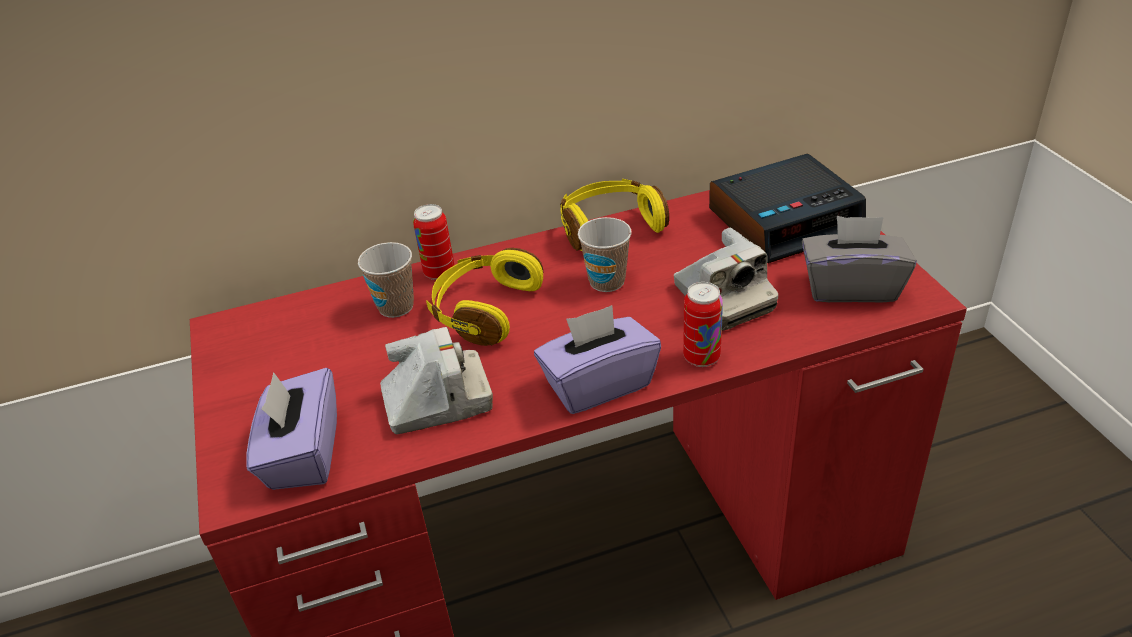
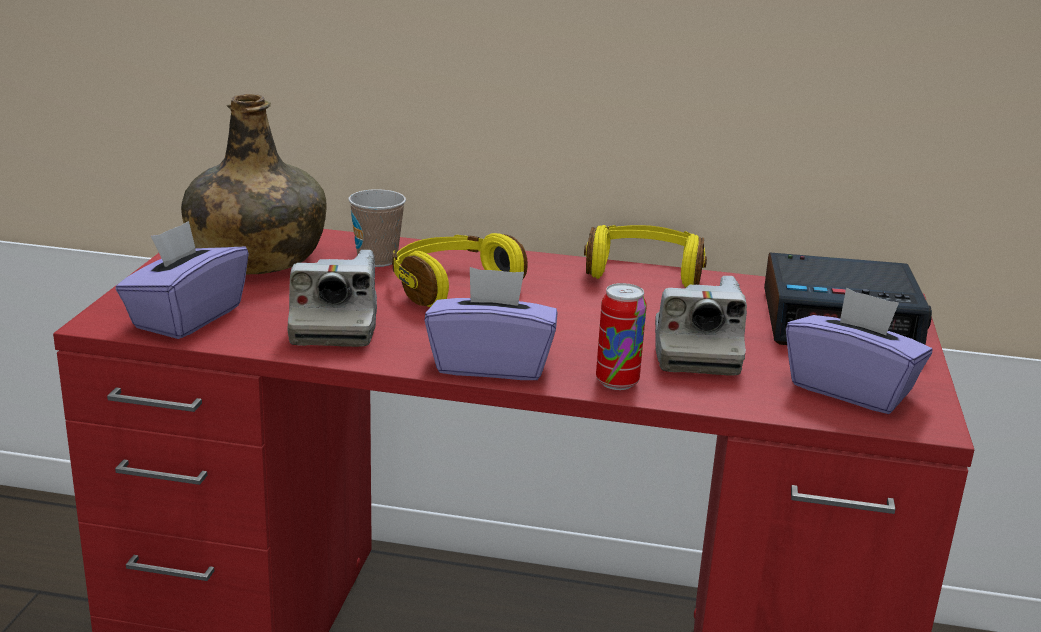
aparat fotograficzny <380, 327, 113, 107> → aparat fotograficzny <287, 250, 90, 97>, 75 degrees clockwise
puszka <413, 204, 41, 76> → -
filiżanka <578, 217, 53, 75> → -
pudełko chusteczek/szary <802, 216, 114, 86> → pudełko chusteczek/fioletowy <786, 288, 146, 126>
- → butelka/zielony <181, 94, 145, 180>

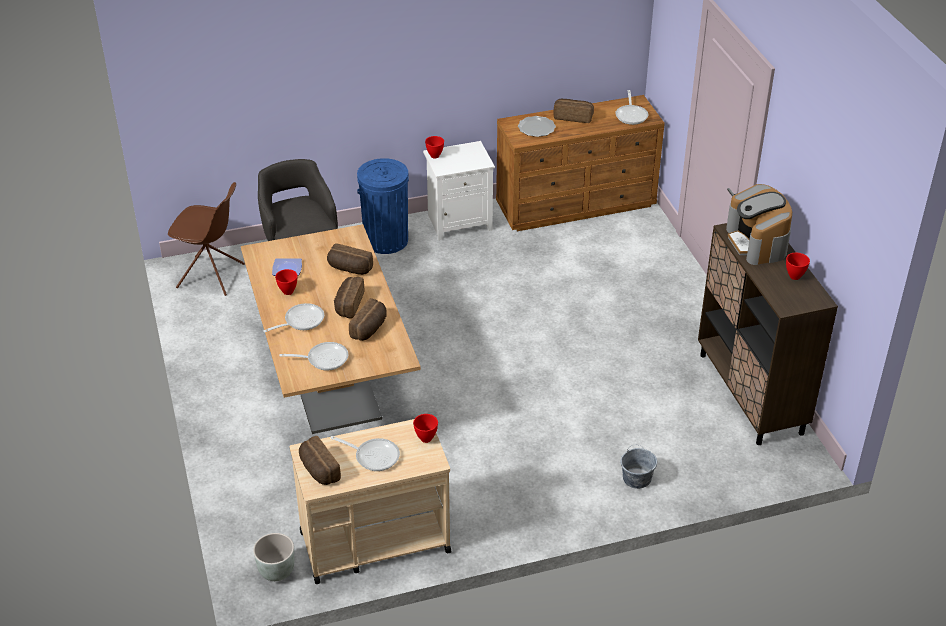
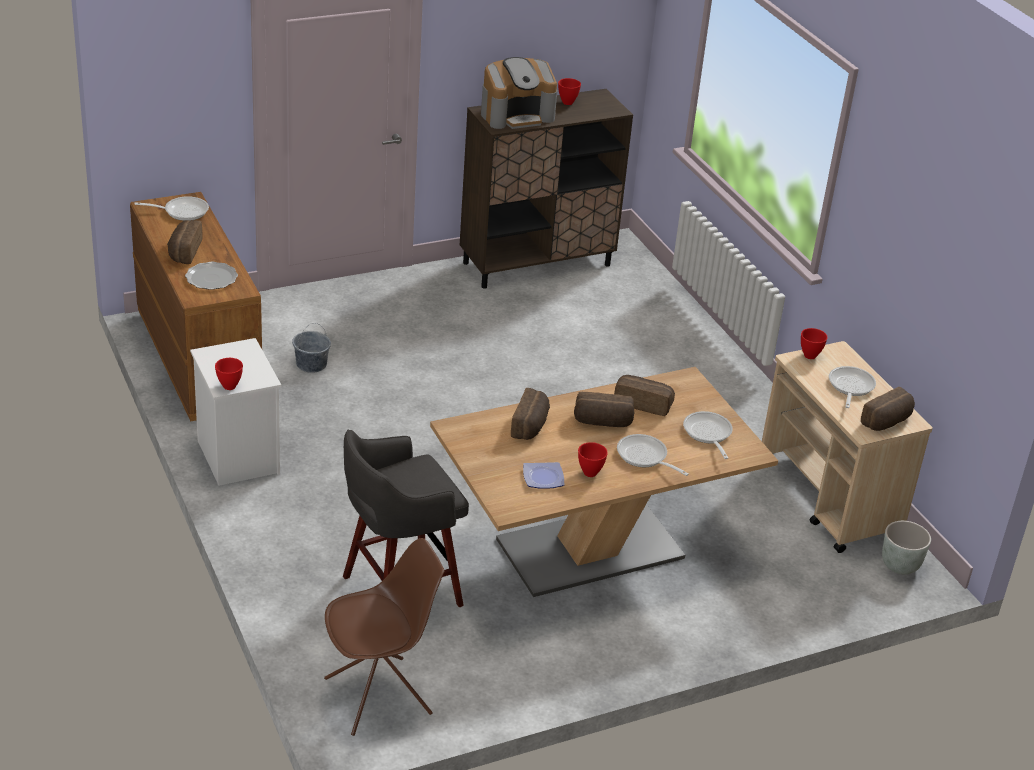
krzesło/brązowy <168, 182, 77, 114> → krzesło/brązowy <324, 538, 120, 198>, 60 degrees clockwise
kosz na śmieci/niebieski <357, 158, 52, 96> → -
wiadro/szary <621, 444, 36, 45> → wiadro/szary <292, 323, 39, 50>, shifted

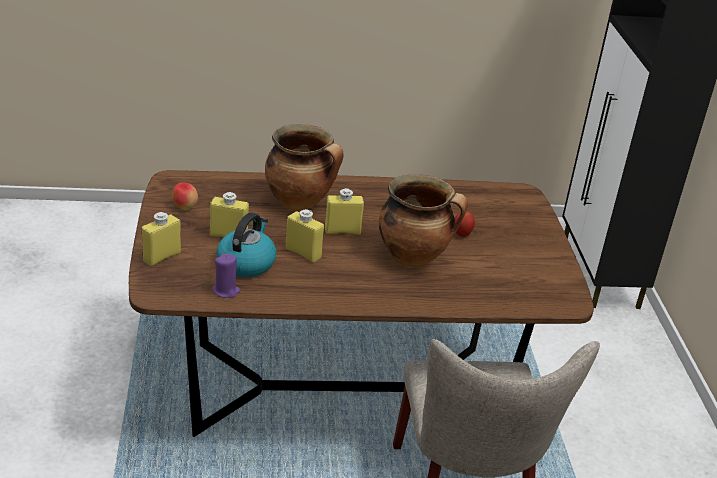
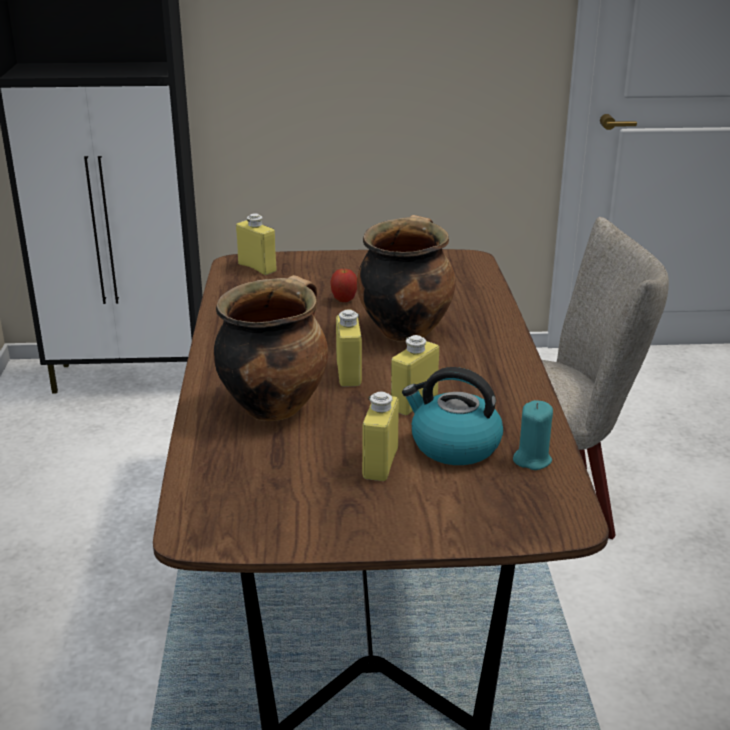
butelka/żółty <142, 212, 39, 54> → butelka/żółty <236, 213, 40, 62>, shifted
jabłko <172, 183, 26, 27> → -
świeca/fioletowy <212, 254, 29, 44> → świeca/turkusowy <513, 400, 40, 70>

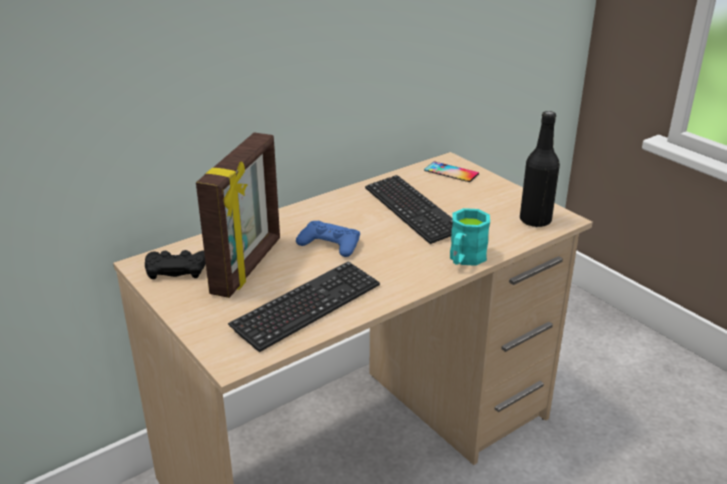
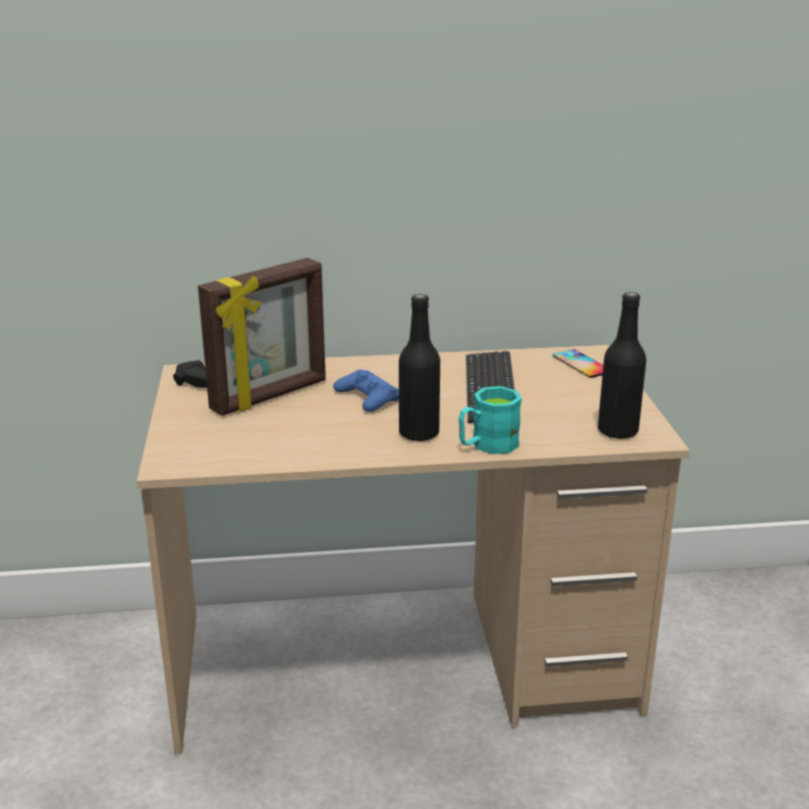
klawiatura <228, 261, 152, 91> → -
- → butelka/czarny <399, 294, 41, 148>

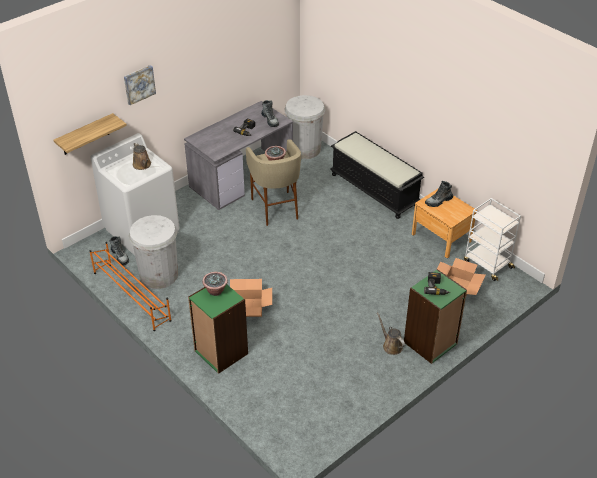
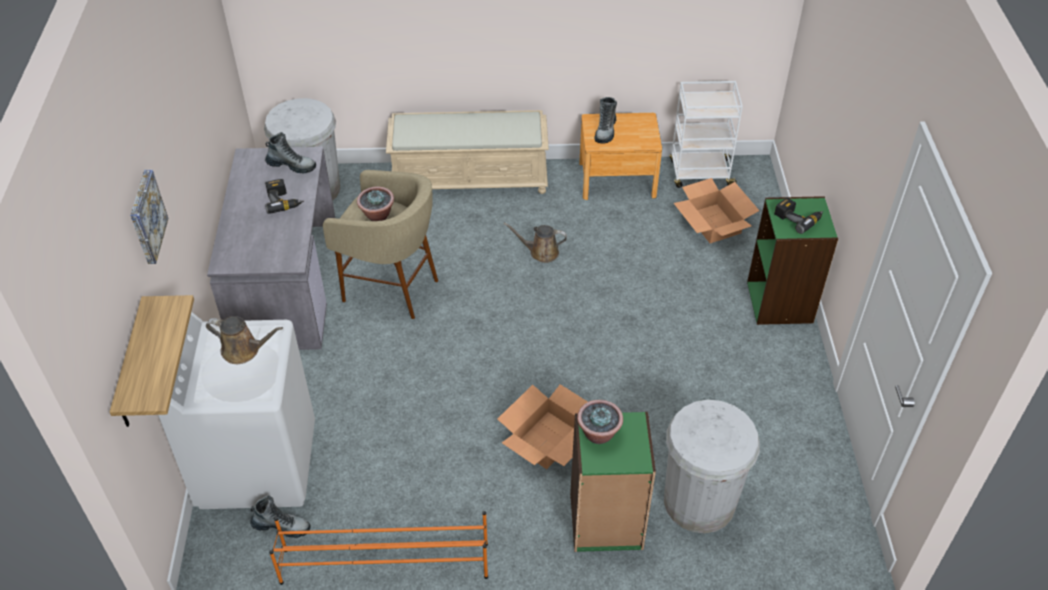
kosz na śmieci/biały <129, 215, 49, 74> → kosz na śmieci/biały <664, 400, 96, 133>, shifted
ławka/czarny <330, 131, 94, 88> → ławka/beżowy <386, 110, 163, 84>
konewka/brązowy <377, 312, 28, 43> → konewka/brązowy <504, 223, 63, 40>, shifted

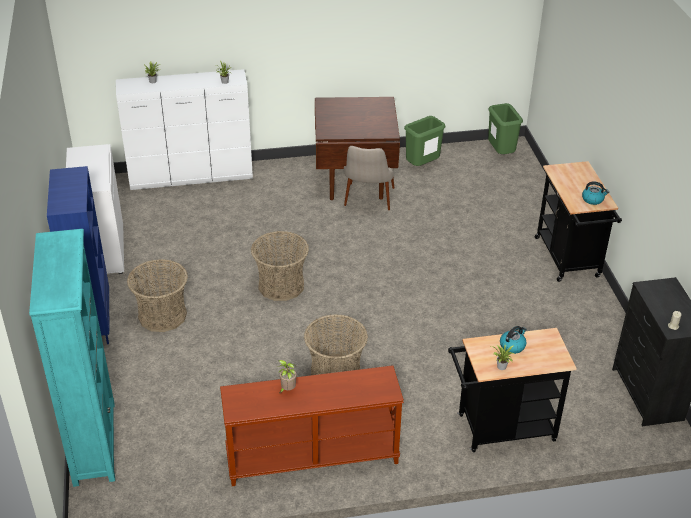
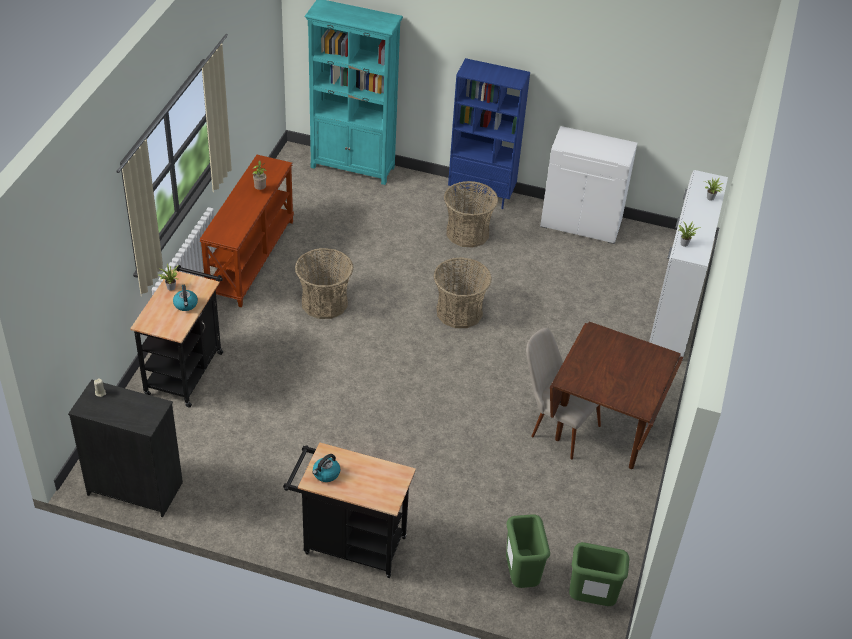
kosz na śmieci/zielony <404, 116, 42, 50> → kosz na śmieci/zielony <506, 514, 44, 74>, shifted

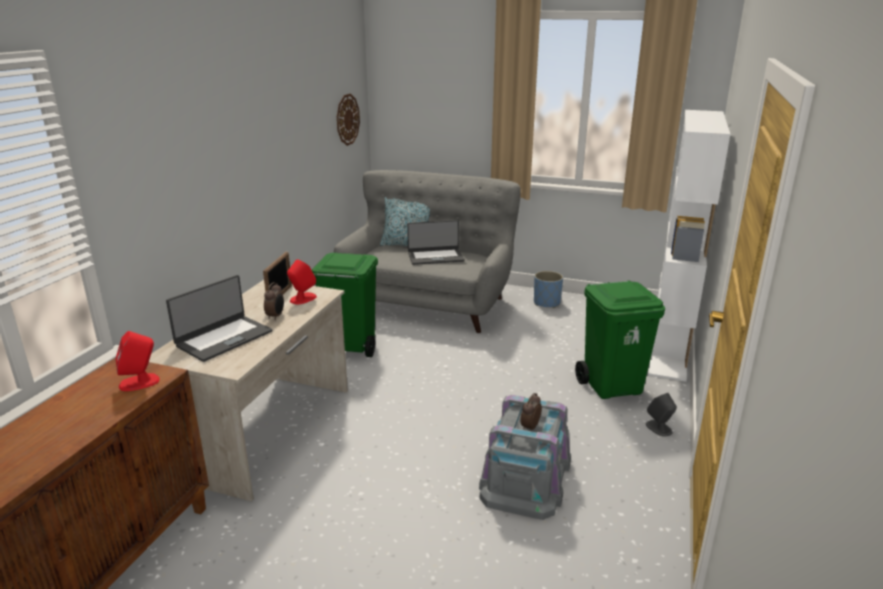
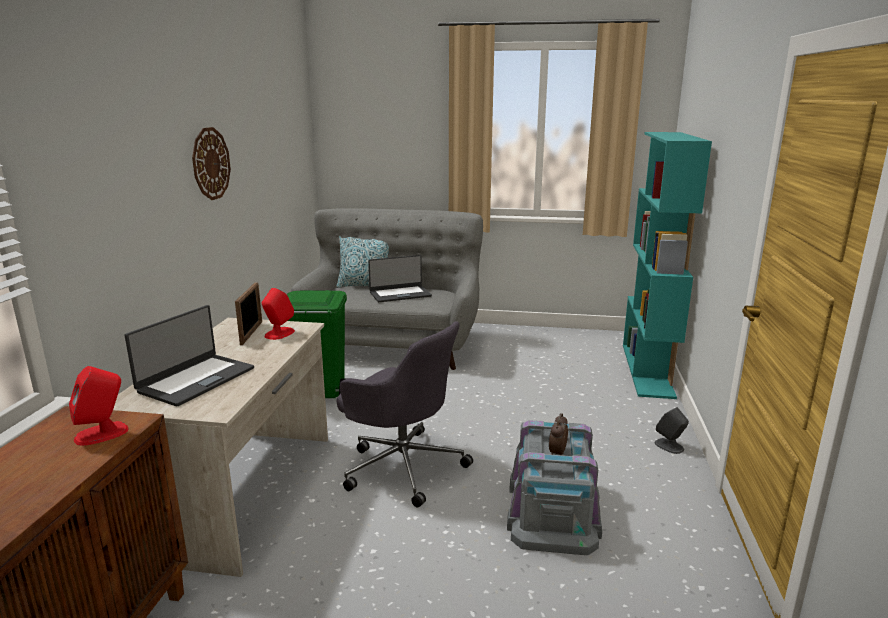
budzik <264, 282, 20, 38> → -
zegar ścienny <337, 94, 23, 52> → zegar ścienny <192, 127, 39, 73>, shifted
donica/niebieski <534, 271, 29, 37> → -
kosz na śmieci/zielony <575, 281, 90, 118> → -
regał/biały <648, 110, 82, 272> → regał/turkusowy <623, 132, 89, 267>
- → krzesło biurowe/szary <337, 321, 136, 187>

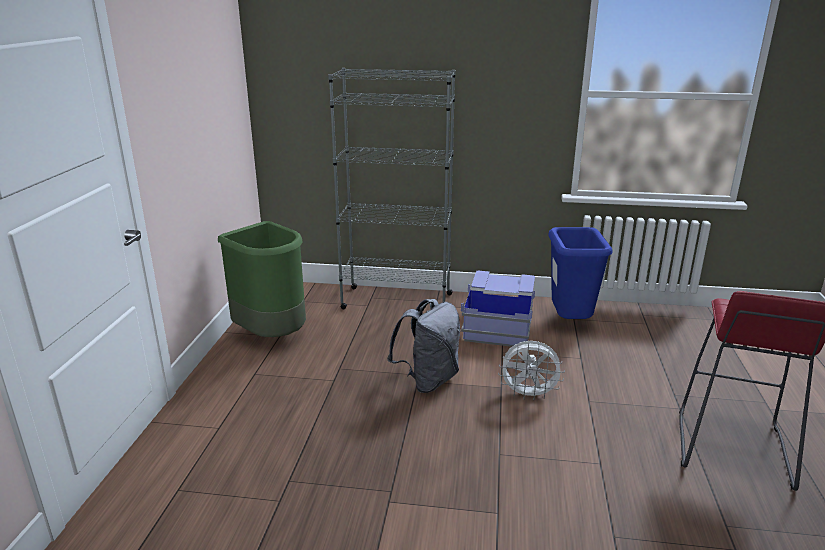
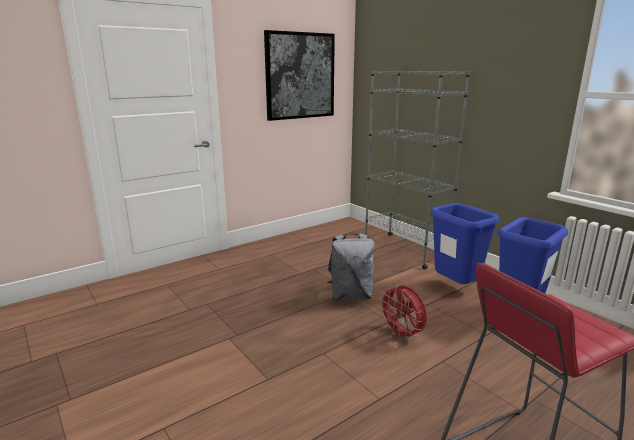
kosz na śmieci/zielony <218, 221, 88, 116> → -
pojemnik do przechowywania/niebieski <461, 270, 74, 77> → kosz na śmieci/niebieski <431, 203, 68, 81>
wentylator/biały <498, 341, 67, 59> → wentylator/czerwony <379, 285, 48, 56>
- → obraz <264, 30, 71, 91>

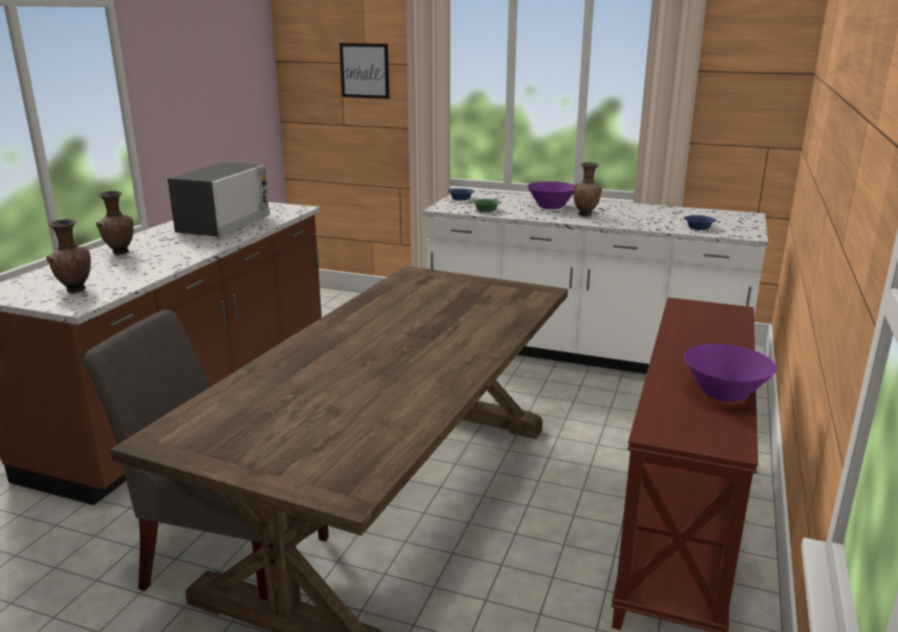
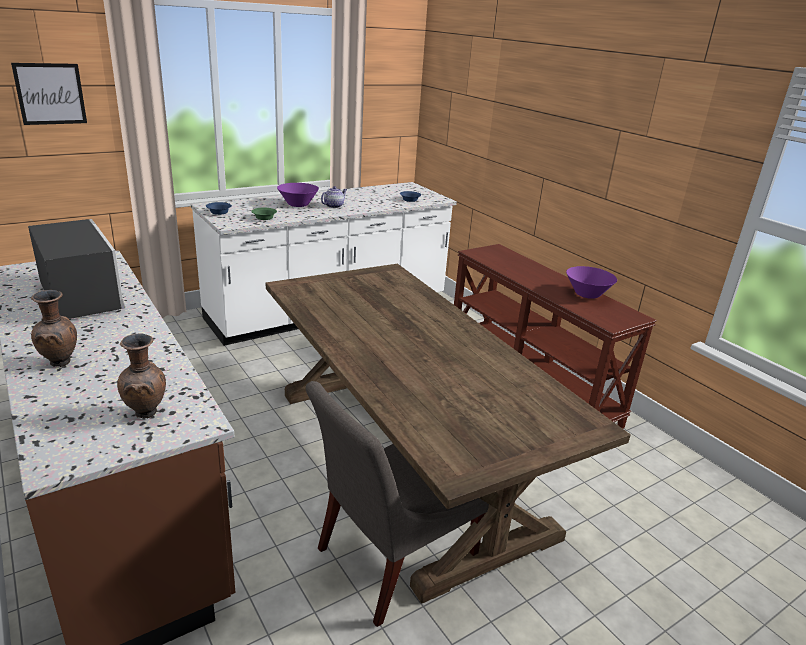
wazon/brązowy <573, 162, 29, 55> → imbryk <321, 186, 26, 22>

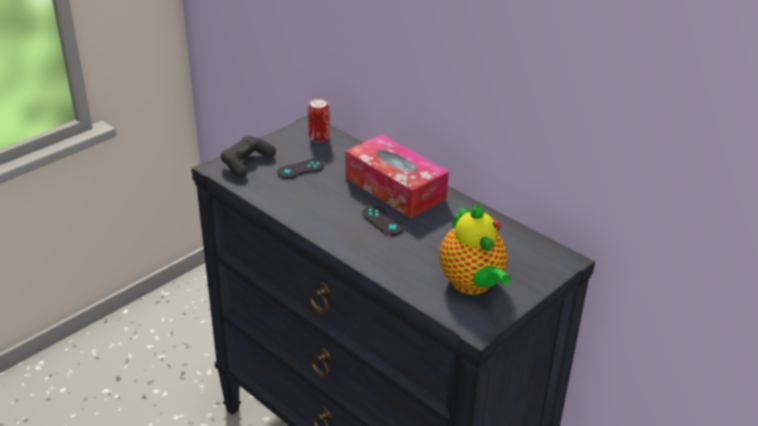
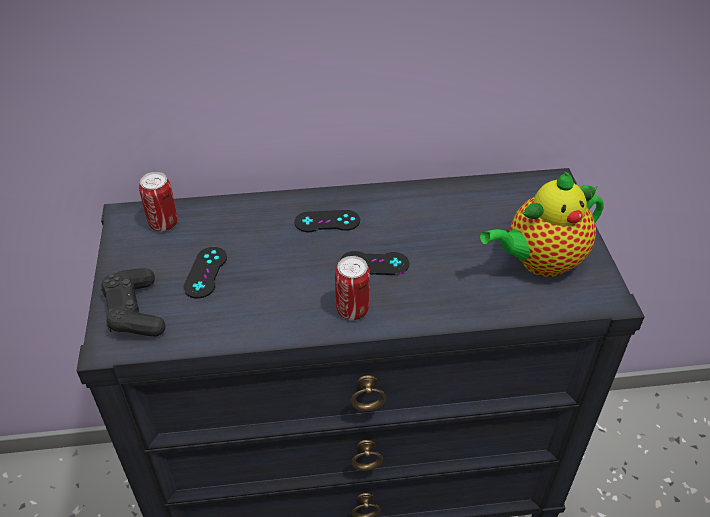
pudełko chusteczek <346, 134, 103, 84> → pad do gier/czarny <294, 210, 66, 22>
imbryk <439, 205, 72, 90> → imbryk <480, 172, 124, 105>, 135 degrees clockwise
- → puszka <335, 256, 35, 64>

